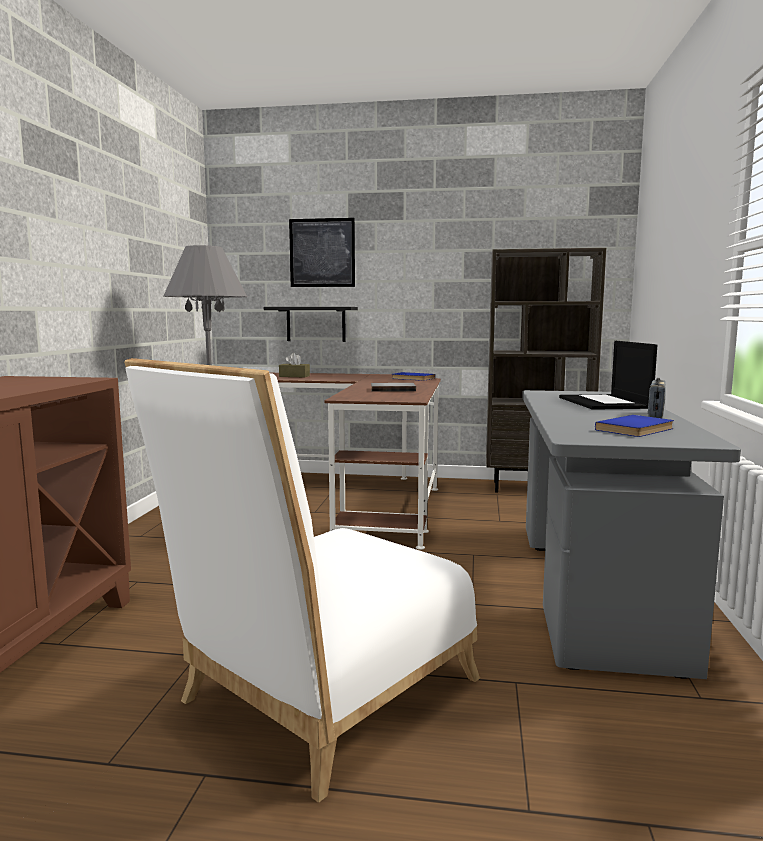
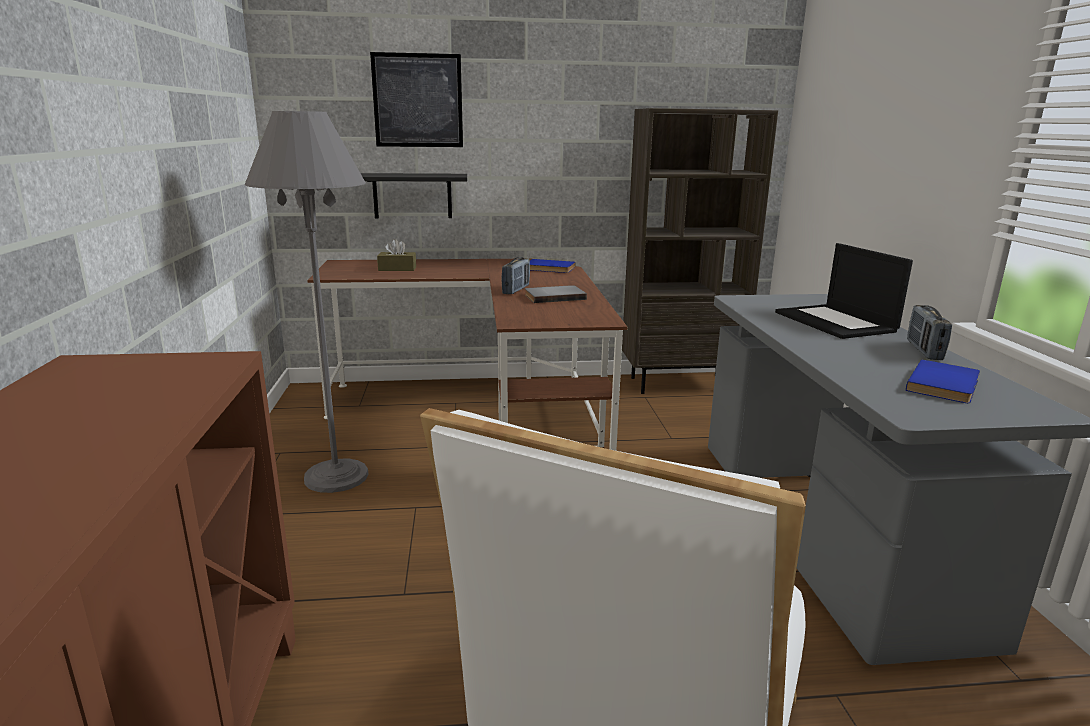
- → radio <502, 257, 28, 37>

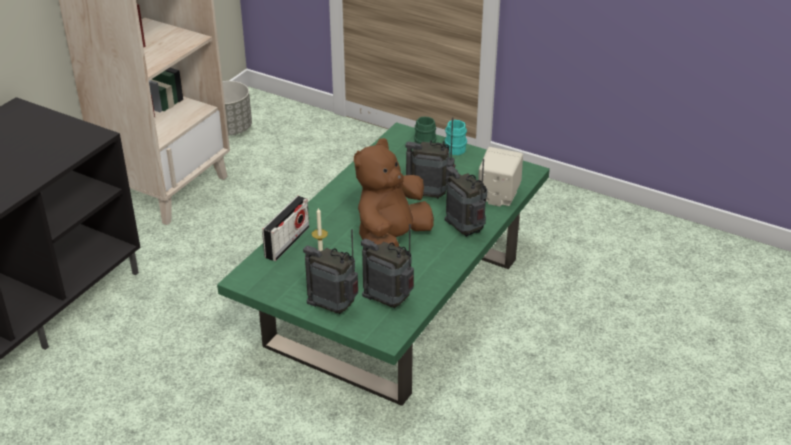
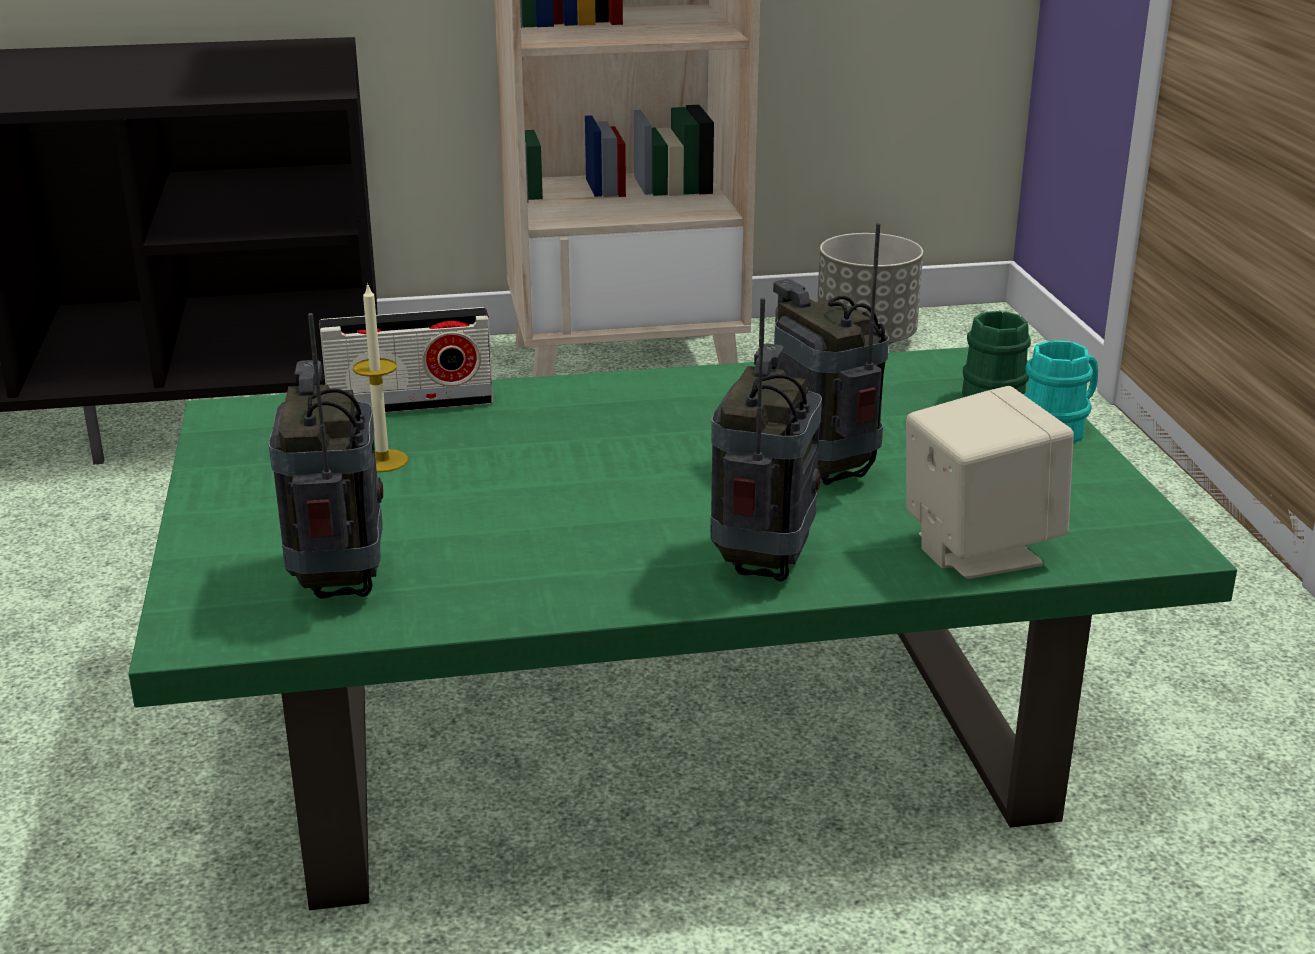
radio <303, 229, 55, 85> → -
pluszak/brązowy <354, 138, 80, 109> → -

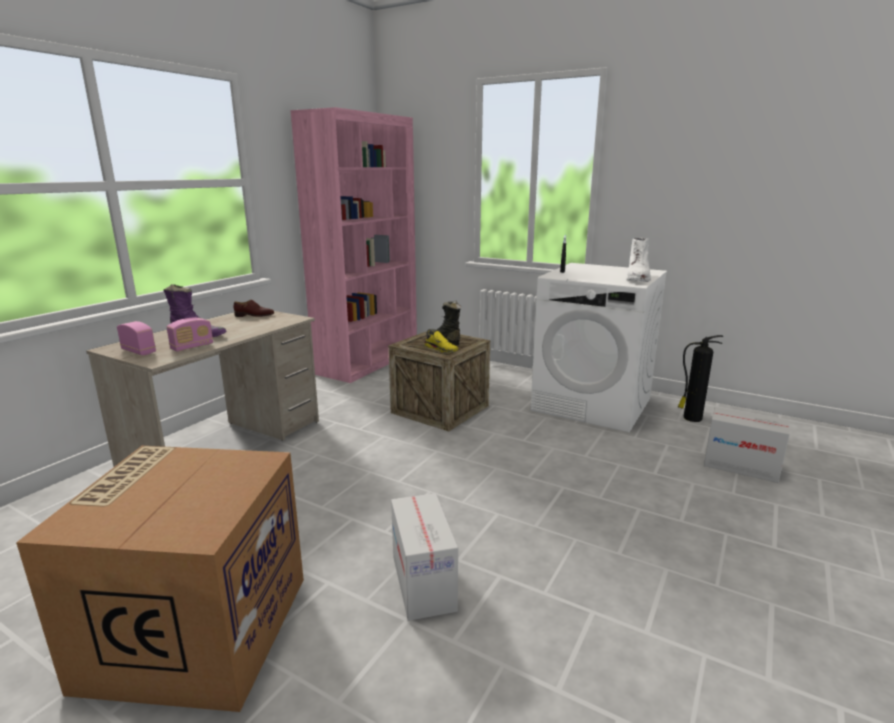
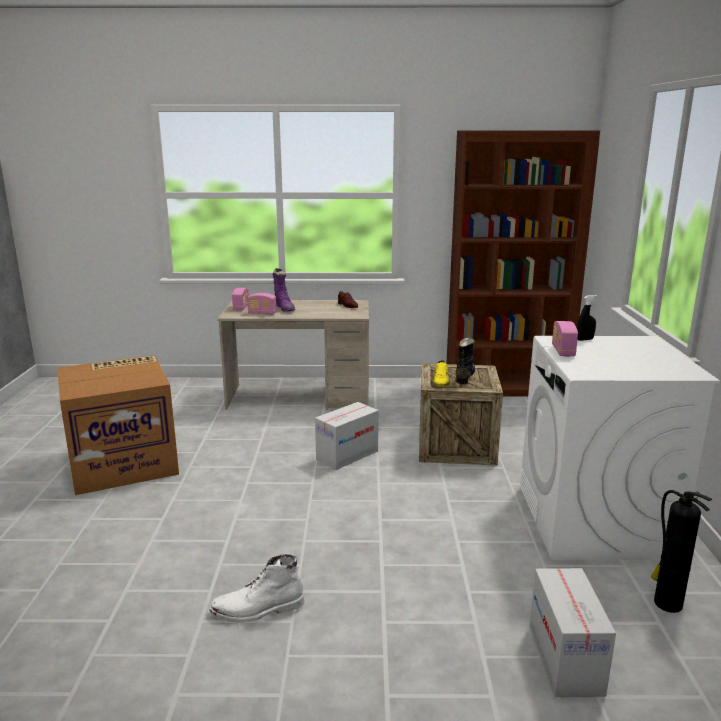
regał/różowy <290, 107, 127, 276> → regał/brązowy <446, 130, 154, 267>
karton <391, 493, 67, 128> → karton <315, 402, 64, 68>, shifted
but z cholewką/biały <626, 238, 25, 44> → but z cholewką/biały <209, 553, 96, 70>, shifted
- → radio <552, 321, 26, 36>

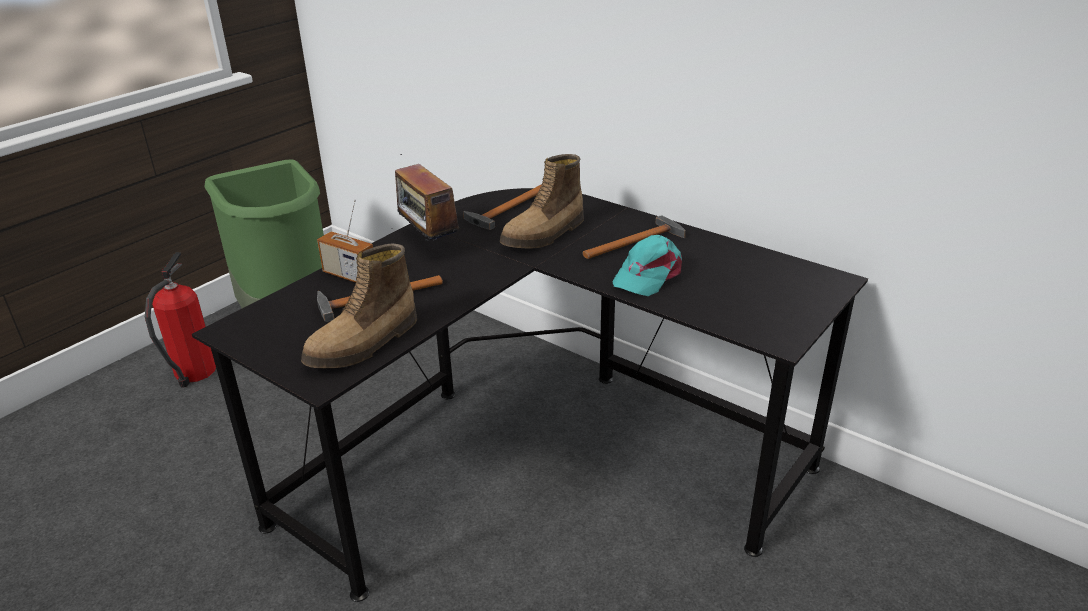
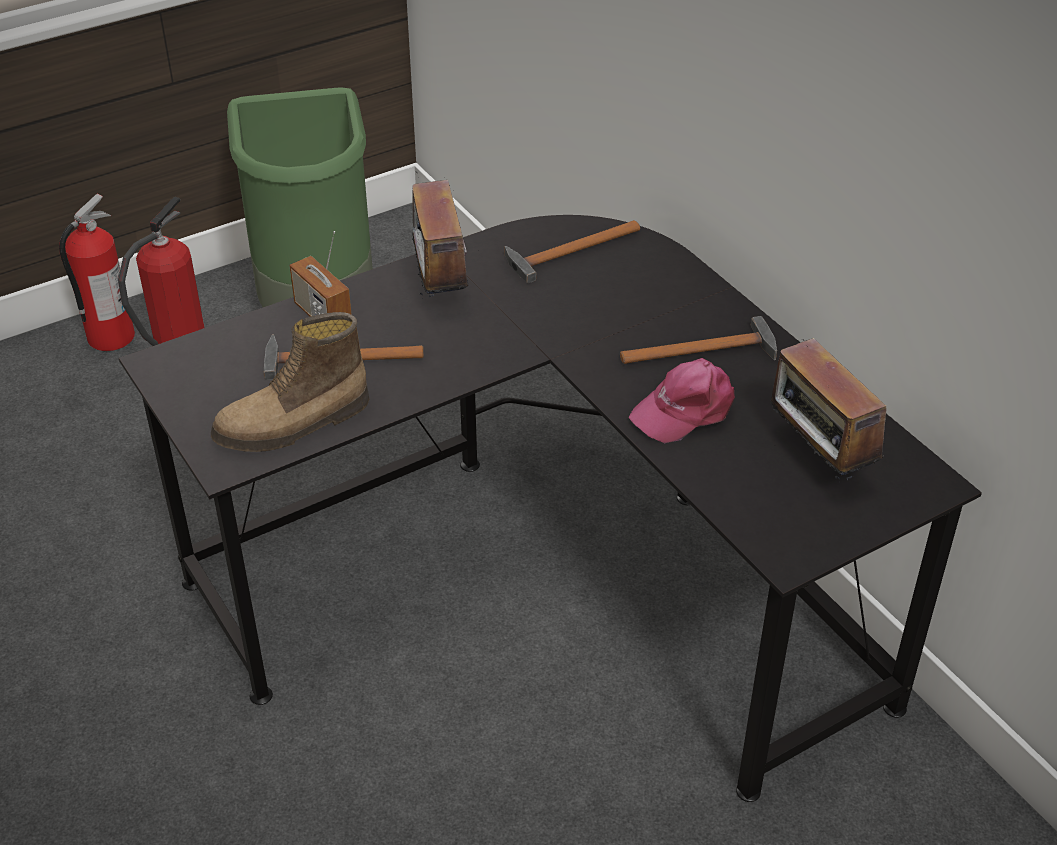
but z cholewką <500, 154, 84, 95> → -
czapka z daszkiem/turkusowy <613, 235, 69, 61> → czapka z daszkiem/różowy <628, 358, 107, 85>
- → gaśnica <59, 194, 76, 157>
- → radio <770, 338, 116, 142>

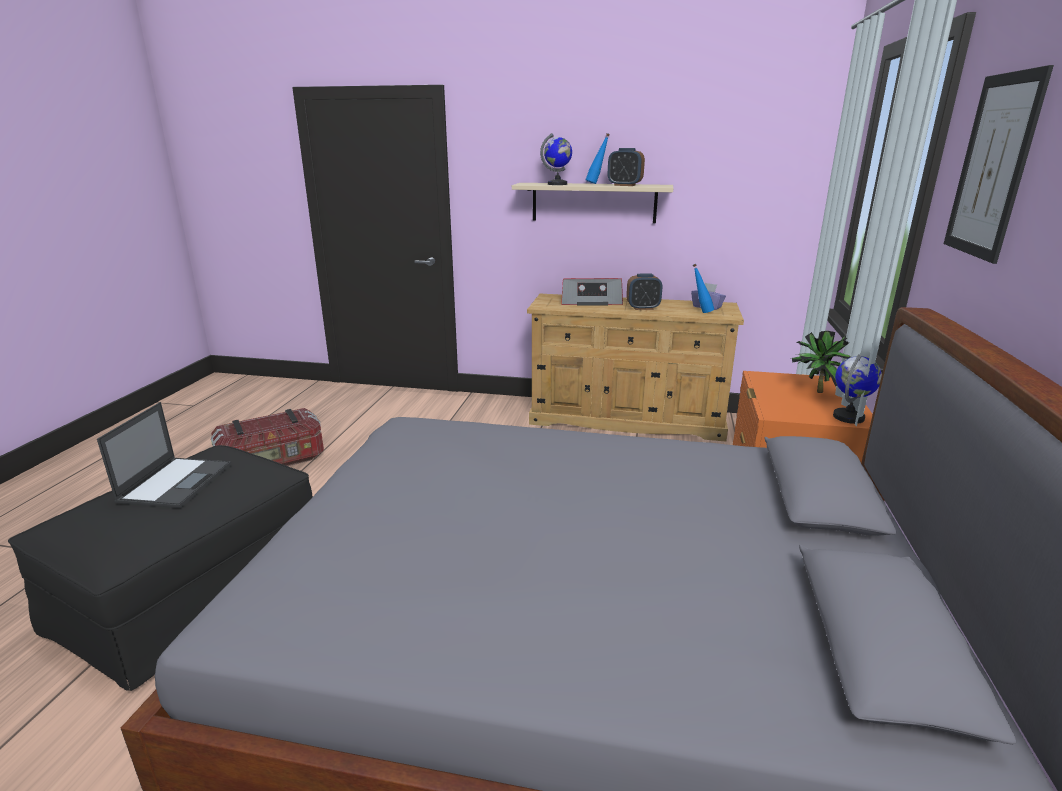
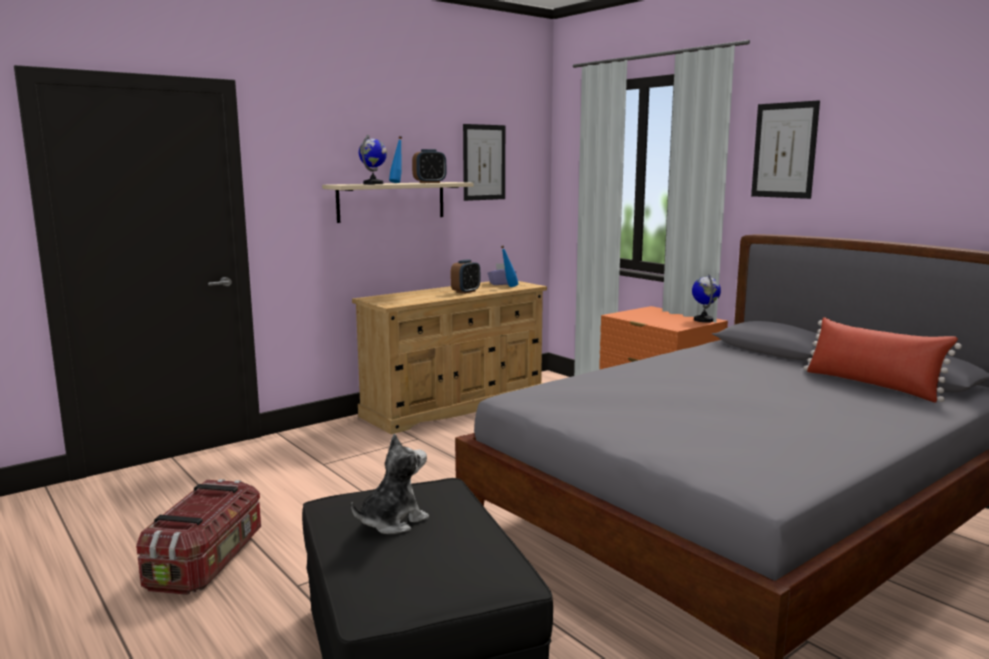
laptop <97, 402, 134, 106> → pluszak <351, 434, 78, 100>
radio <561, 278, 62, 27> → -
roślina doniczkowa <790, 331, 60, 62> → -
- → obraz <463, 124, 42, 77>
- → poduszka/czerwony <804, 317, 158, 86>

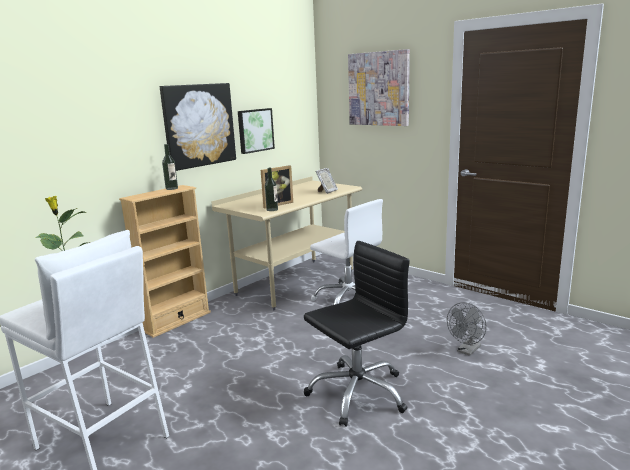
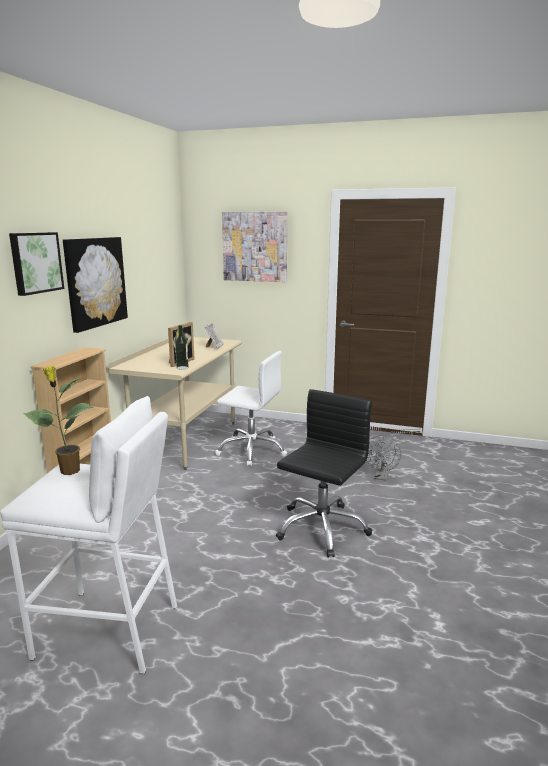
butelka <162, 144, 16, 46> → -
obraz <238, 108, 37, 46> → obraz <9, 232, 55, 64>, shifted

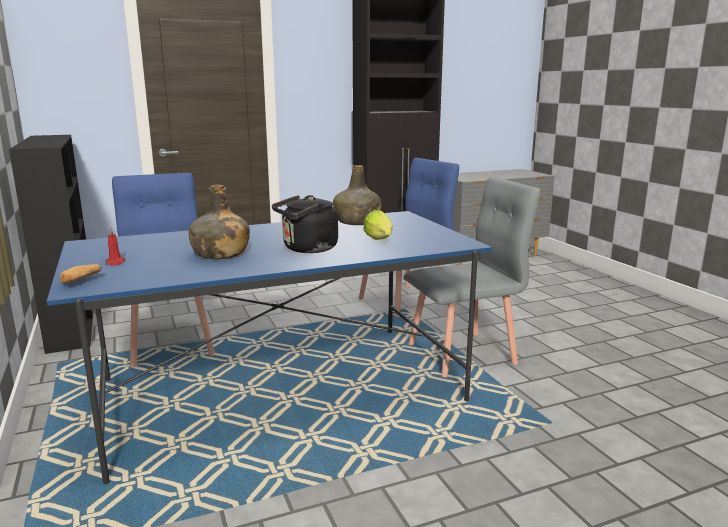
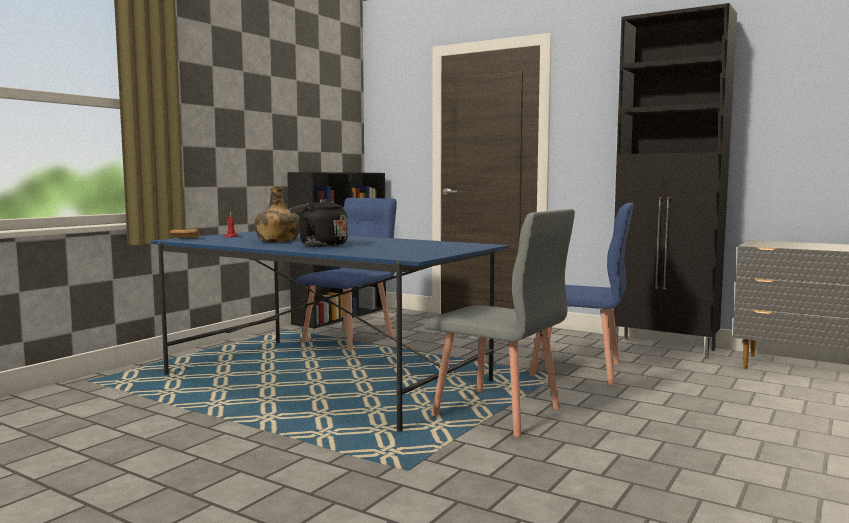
butelka/zielony <333, 165, 49, 60> → -
sałata <363, 210, 30, 30> → -

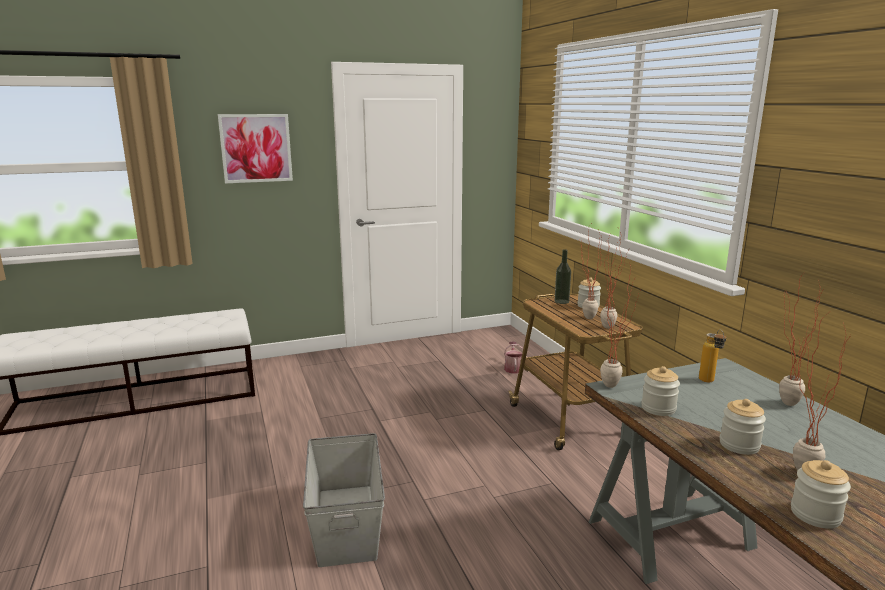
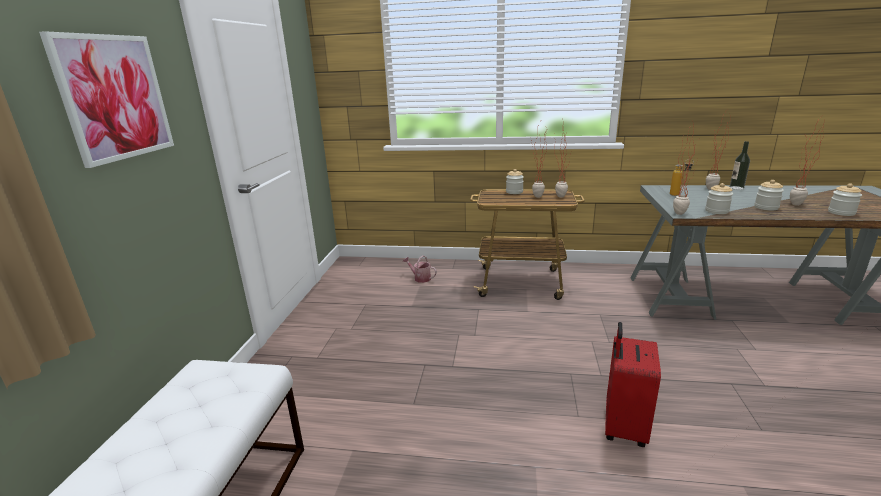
pojemnik do przechowywania/szary <303, 433, 82, 134> → walizka/czerwony <605, 322, 56, 125>
butelka <555, 249, 16, 55> → butelka <730, 141, 20, 49>, shifted

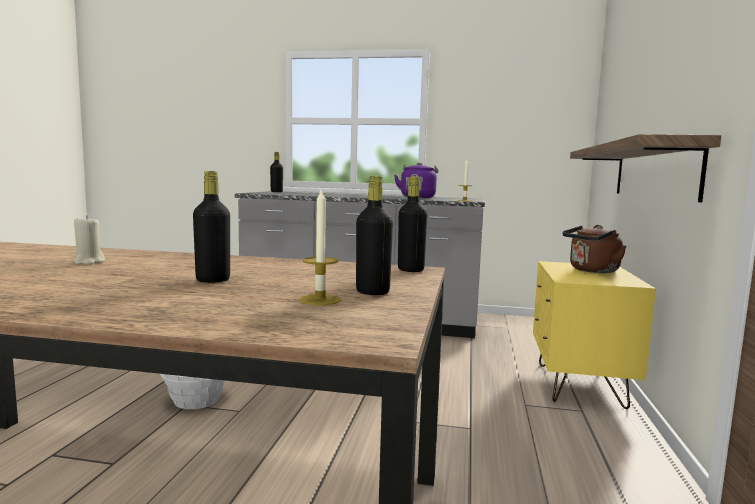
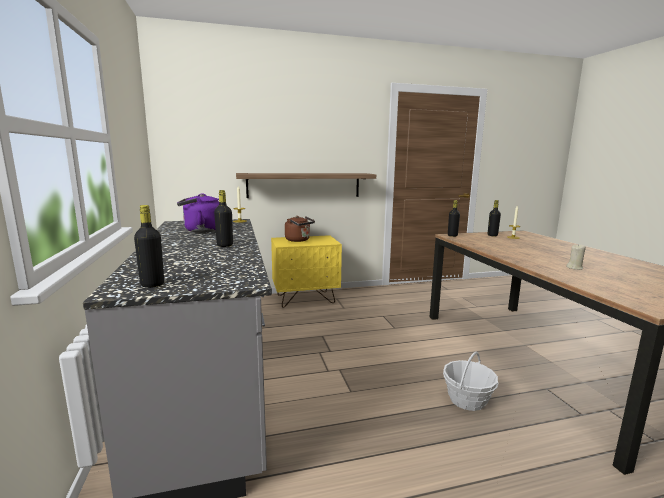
butelka/czarny <193, 171, 37, 112> → butelka/czarny <214, 190, 19, 57>, shifted

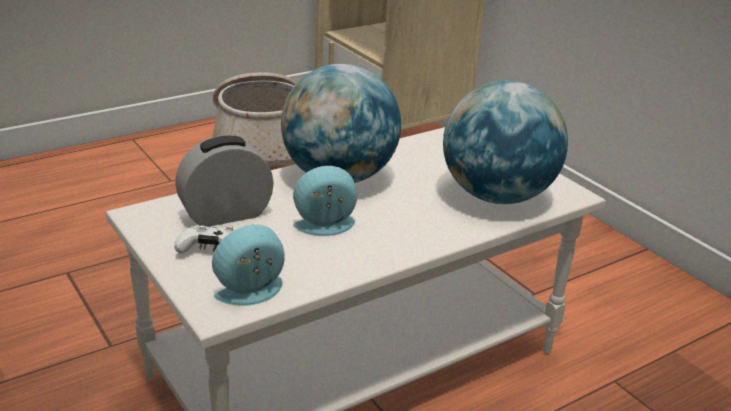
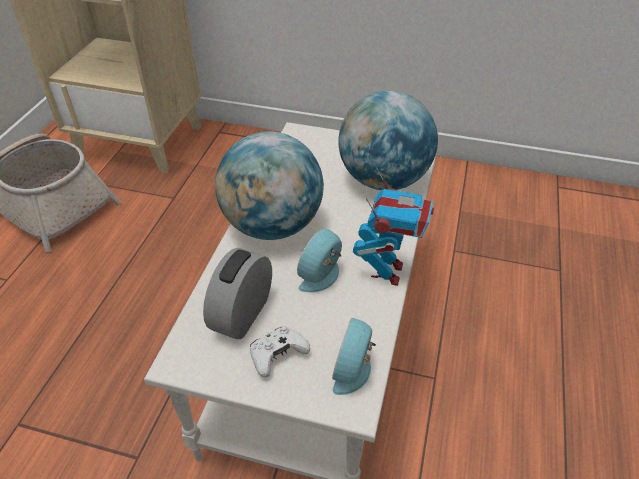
- → robot zabawkowy <353, 168, 81, 118>

